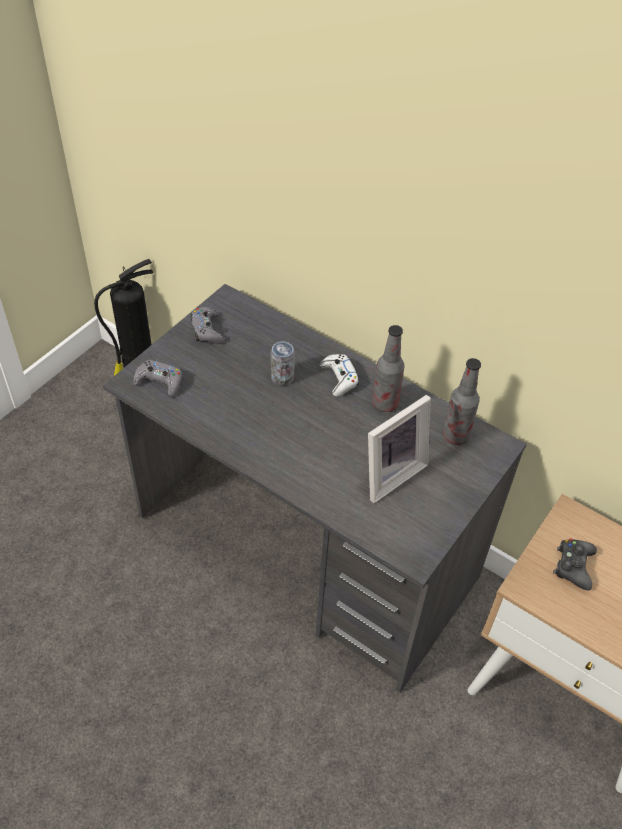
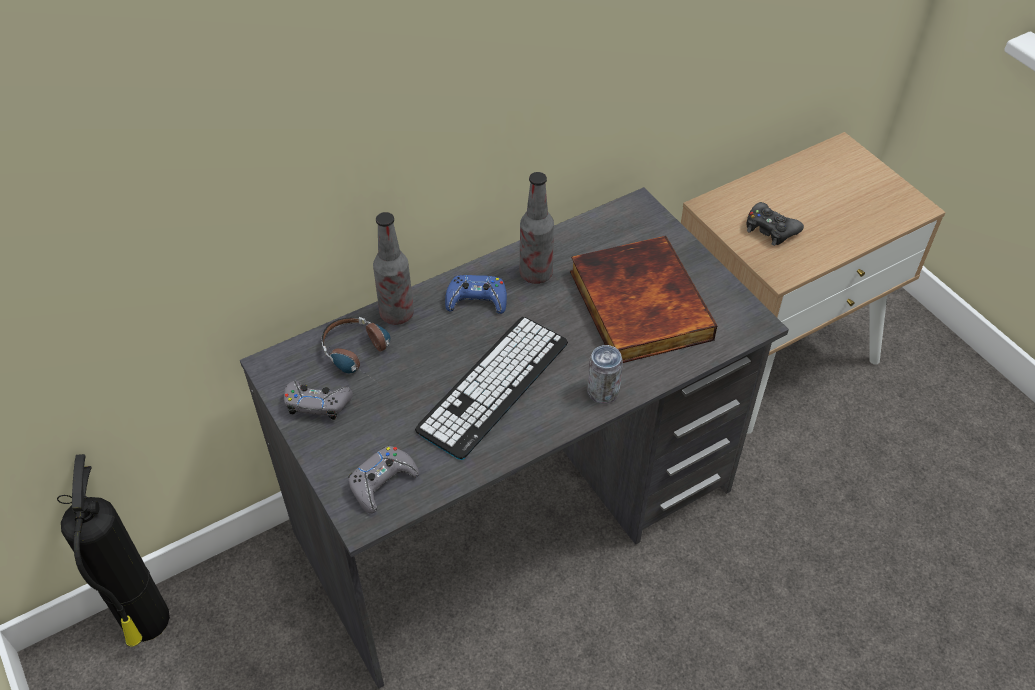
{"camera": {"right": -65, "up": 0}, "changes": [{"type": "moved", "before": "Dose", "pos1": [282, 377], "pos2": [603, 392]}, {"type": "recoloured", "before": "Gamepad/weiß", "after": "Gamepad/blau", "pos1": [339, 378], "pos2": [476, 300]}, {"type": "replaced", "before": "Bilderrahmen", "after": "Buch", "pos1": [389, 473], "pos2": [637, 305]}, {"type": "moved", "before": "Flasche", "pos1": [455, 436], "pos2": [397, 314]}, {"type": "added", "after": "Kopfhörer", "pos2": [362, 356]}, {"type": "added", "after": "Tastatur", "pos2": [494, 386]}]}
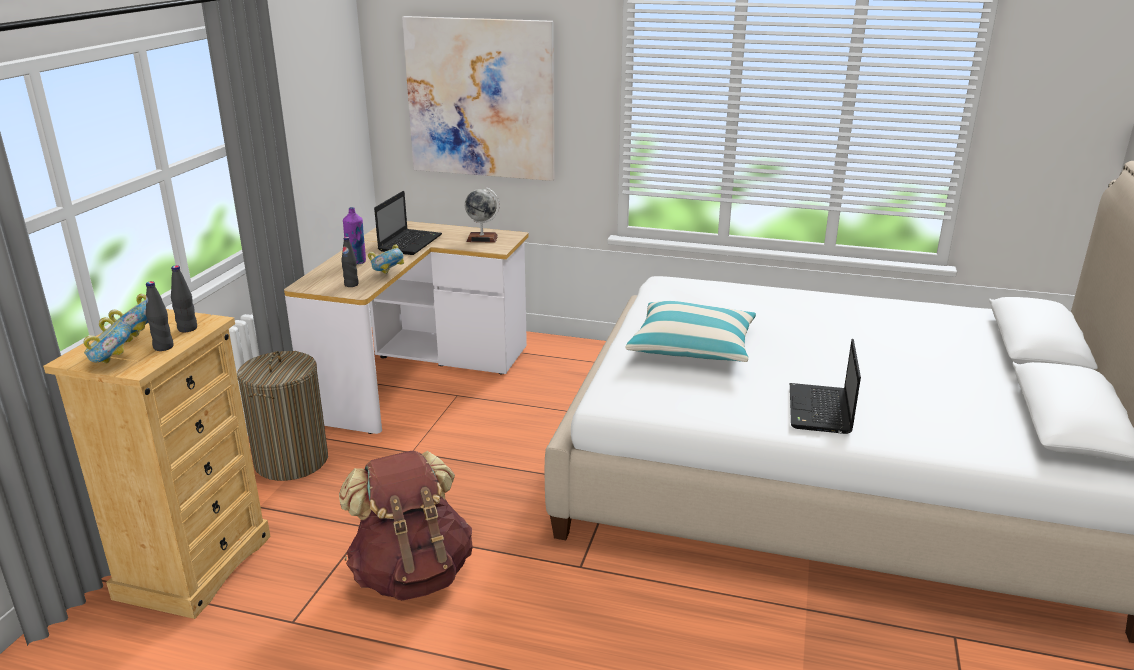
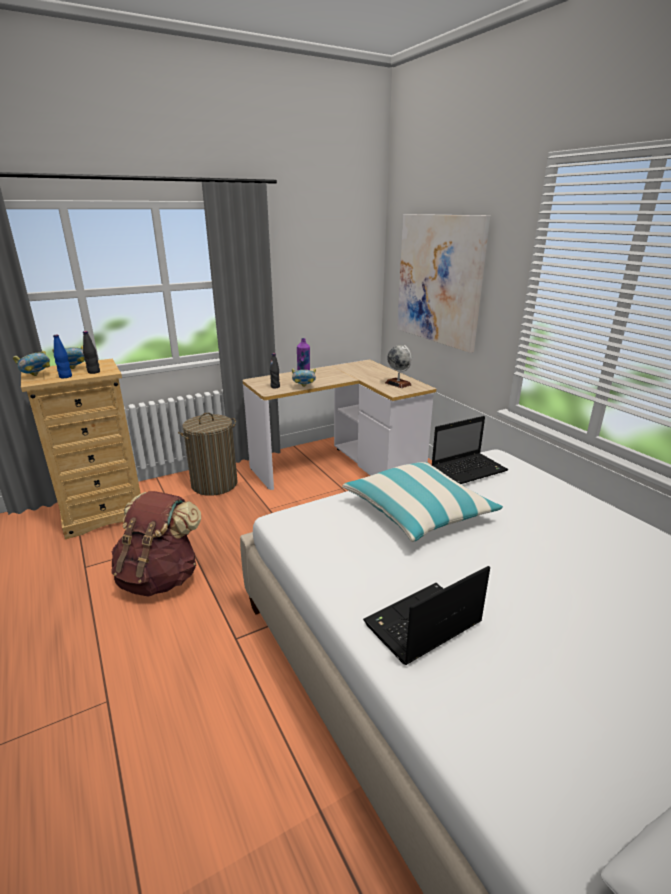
{"camera": {"right": 45, "up": 0}, "changes": [{"type": "recoloured", "before": "Flasche/schwarz", "after": "Flasche/blau", "pos1": [163, 347], "pos2": [65, 376]}, {"type": "moved", "before": "Laptop", "pos1": [410, 242], "pos2": [469, 469]}]}
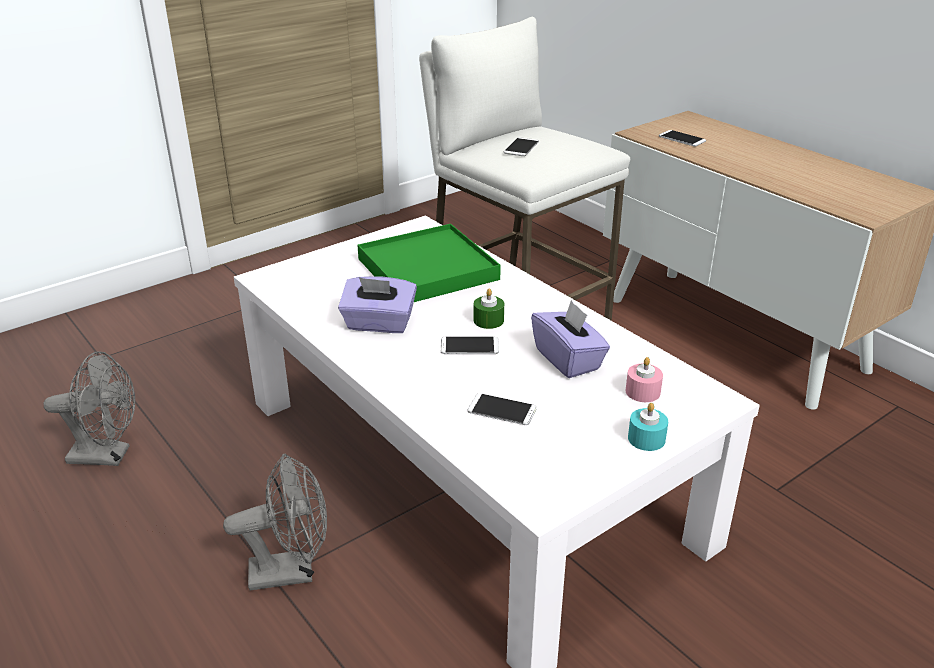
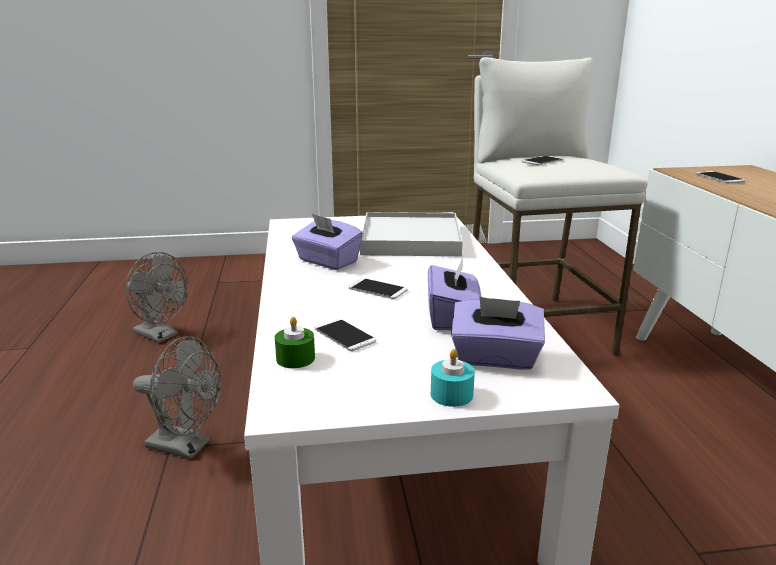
{"camera": {"right": 30, "up": -10}, "changes": [{"type": "recoloured", "before": "Tablett/grün", "after": "Tablett/weiß", "pos1": [427, 269], "pos2": [410, 239]}, {"type": "moved", "before": "Kerze/grün", "pos1": [488, 320], "pos2": [295, 358]}, {"type": "replaced", "before": "Kerze/rosa", "after": "Taschentuchbox/lila", "pos1": [642, 392], "pos2": [495, 358]}]}
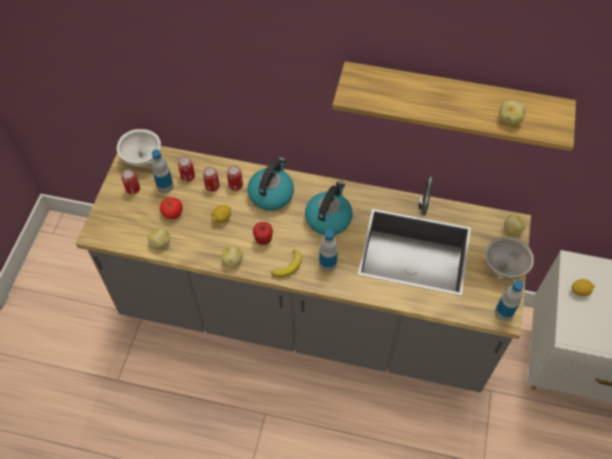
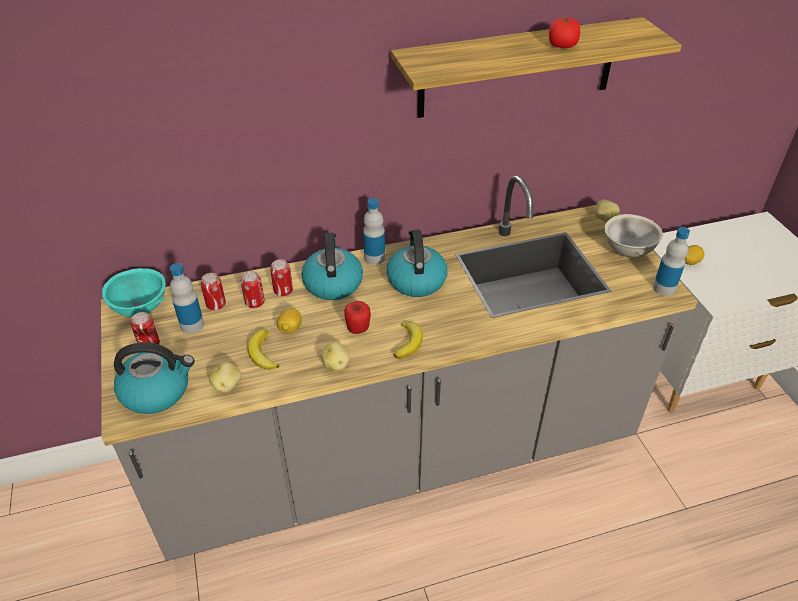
{"camera": {"right": -30, "up": -15}, "changes": [{"type": "recoloured", "before": "Schüssel/weiß", "after": "Schüssel/türkis", "pos1": [142, 157], "pos2": [141, 308]}, {"type": "moved", "before": "Tomate", "pos1": [172, 213], "pos2": [562, 46]}, {"type": "moved", "before": "Flasche", "pos1": [327, 264], "pos2": [374, 258]}, {"type": "removed", "before": "Kartoffel", "pos1": [509, 119]}, {"type": "added", "after": "Wasserkessel", "pos2": [157, 391]}, {"type": "added", "after": "Banane", "pos2": [262, 353]}]}
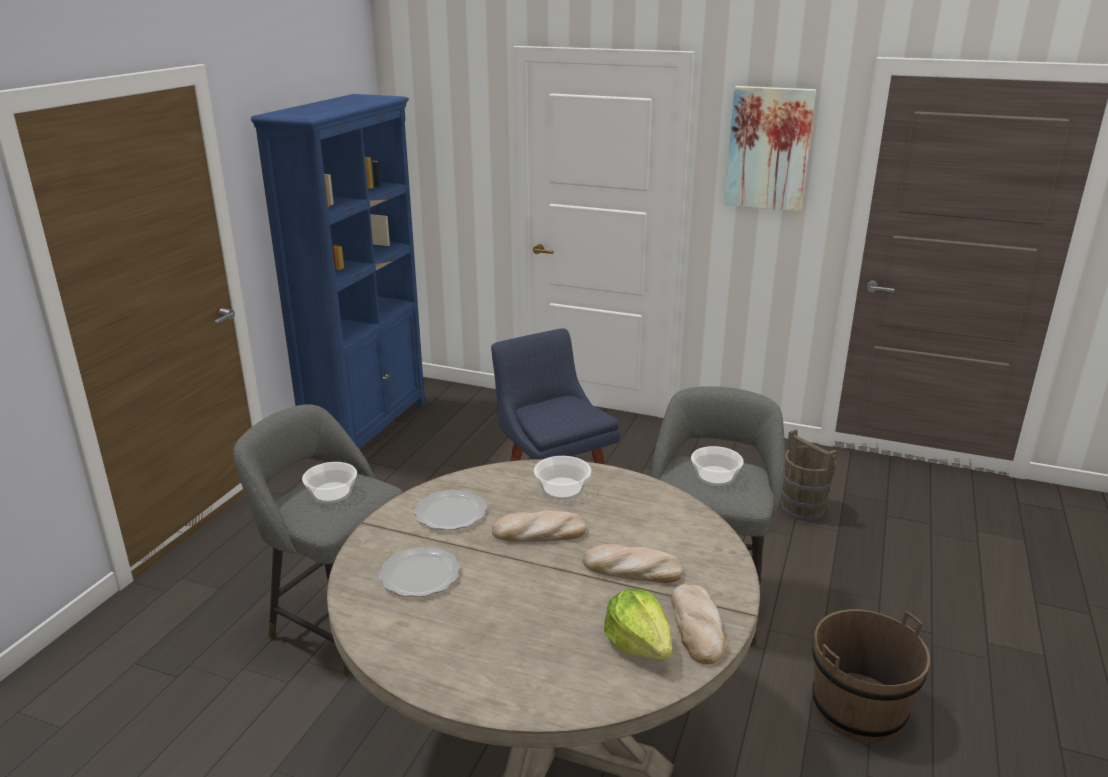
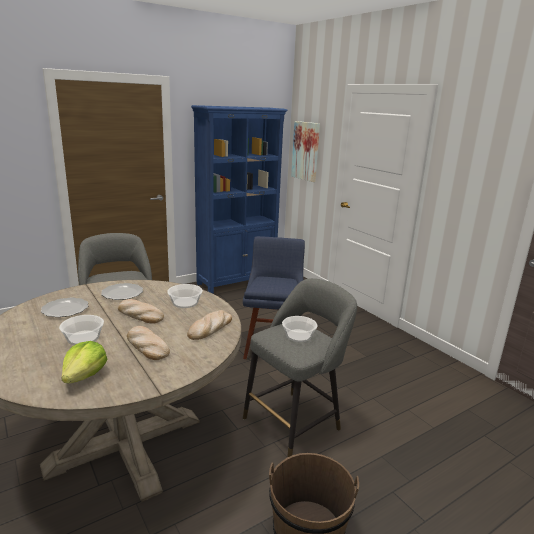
{"camera": {"right": 35, "up": -5}, "changes": [{"type": "moved", "before": "Schüssel", "pos1": [332, 493], "pos2": [83, 338]}, {"type": "moved", "before": "Brot", "pos1": [697, 627], "pos2": [210, 328]}, {"type": "moved", "before": "Bild", "pos1": [769, 148], "pos2": [306, 151]}, {"type": "removed", "before": "Eimer/braun", "pos1": [802, 508]}]}
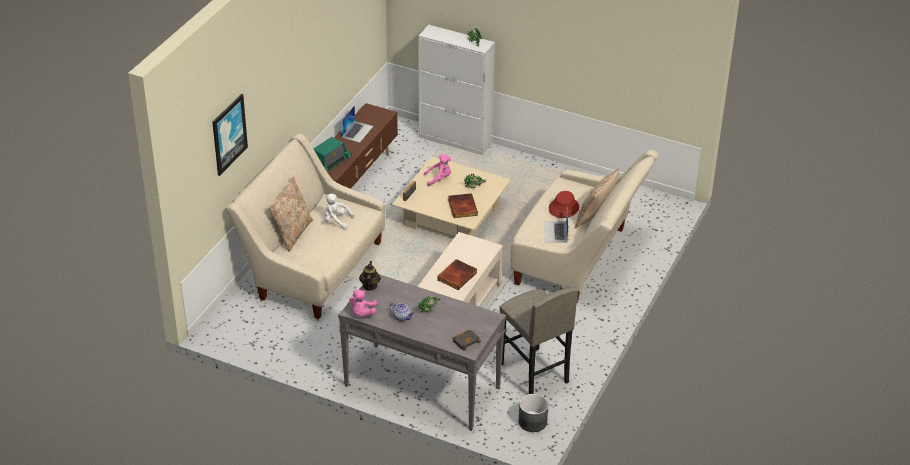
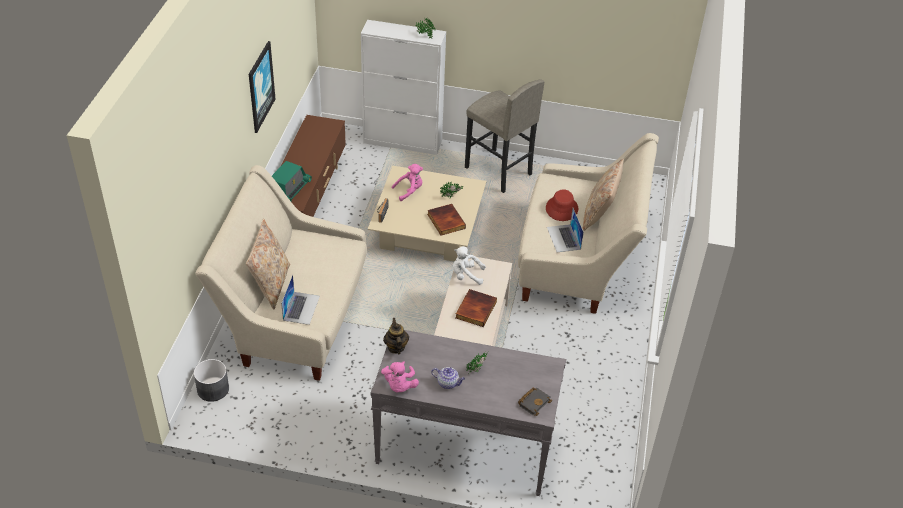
{"camera": {"right": -15, "up": 5}, "changes": [{"type": "moved", "before": "Bild", "pos1": [228, 134], "pos2": [260, 86]}, {"type": "moved", "before": "Plüschtier/weiß", "pos1": [336, 221], "pos2": [466, 275]}, {"type": "moved", "before": "Laptop", "pos1": [357, 131], "pos2": [301, 308]}, {"type": "moved", "before": "Hocker/grau", "pos1": [533, 373], "pos2": [498, 171]}, {"type": "moved", "before": "Pflanzkübel/grau", "pos1": [532, 421], "pos2": [213, 389]}]}
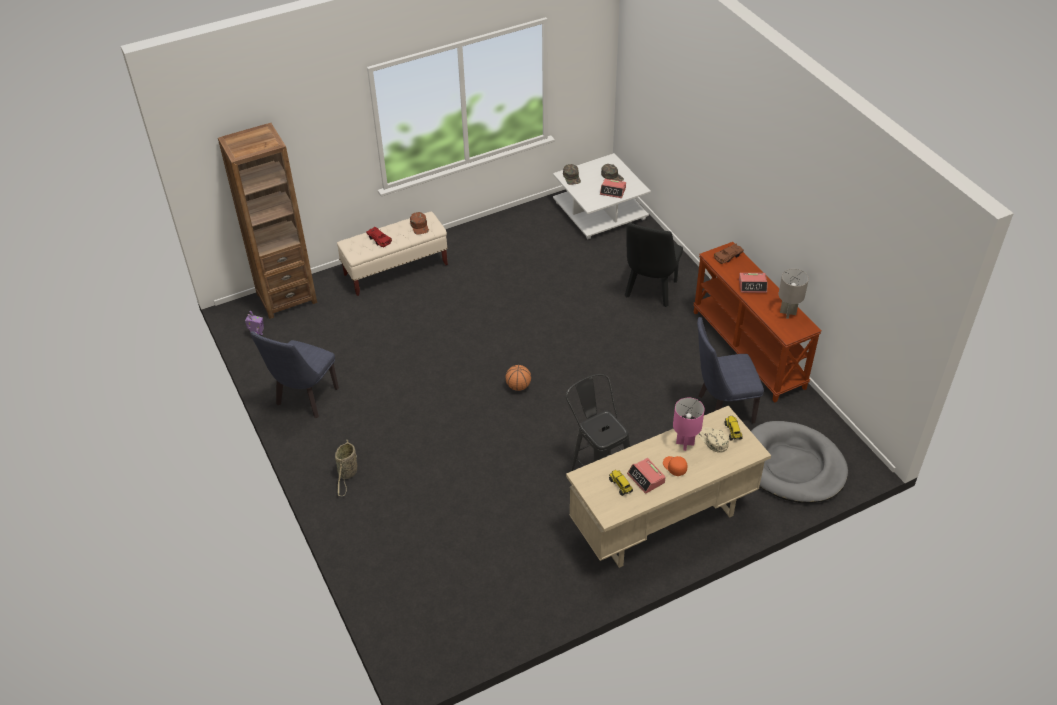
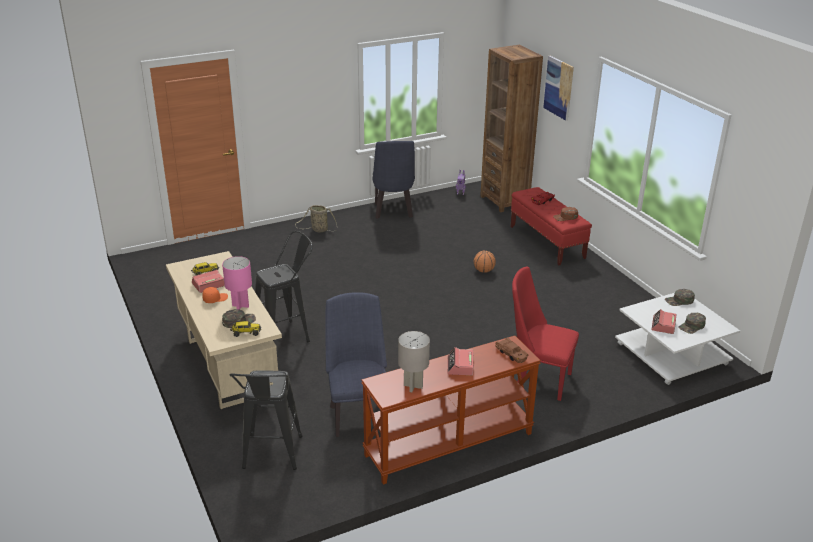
{"camera": {"right": 90, "up": -15}, "changes": [{"type": "turned", "before": "Stuhl/blau", "pos1": [305, 400], "pos2": [393, 212], "turn": -120}, {"type": "recoloured", "before": "Bank/beige", "after": "Bank/rot", "pos1": [396, 270], "pos2": [547, 242]}, {"type": "moved", "before": "Basketball", "pos1": [518, 386], "pos2": [483, 271]}, {"type": "recoloured", "before": "Stuhl/schwarz", "after": "Stuhl/rot", "pos1": [650, 292], "pos2": [538, 380]}, {"type": "recoloured", "before": "Kappe/beige", "after": "Kappe/grün", "pos1": [713, 440], "pos2": [239, 321]}, {"type": "replaced", "before": "Hundebett/grau", "after": "Hocker/schwarz", "pos1": [792, 466], "pos2": [271, 457]}, {"type": "added", "after": "Bild", "pos2": [559, 87]}]}
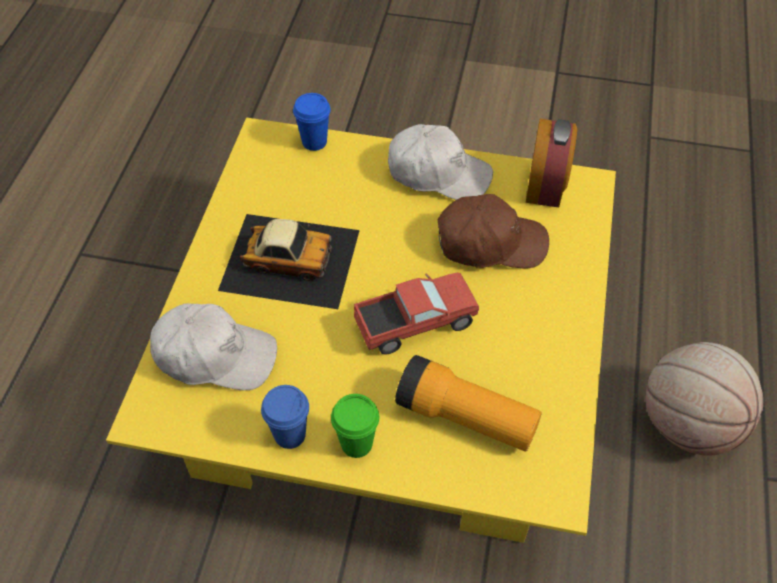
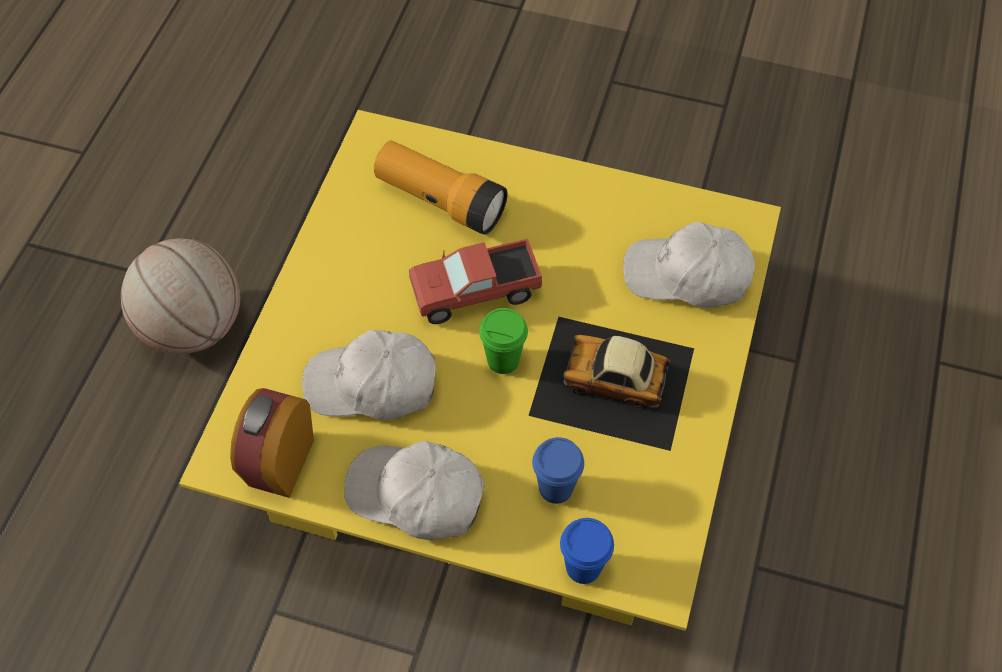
{"camera": {"right": -175, "up": 5}, "changes": [{"type": "moved", "before": "Tasse/blau", "pos1": [290, 434], "pos2": [555, 488]}, {"type": "moved", "before": "Tasse/grün", "pos1": [356, 443], "pos2": [503, 360]}, {"type": "recoloured", "before": "Kappe/braun", "after": "Kappe/weiß", "pos1": [490, 243], "pos2": [372, 385]}]}
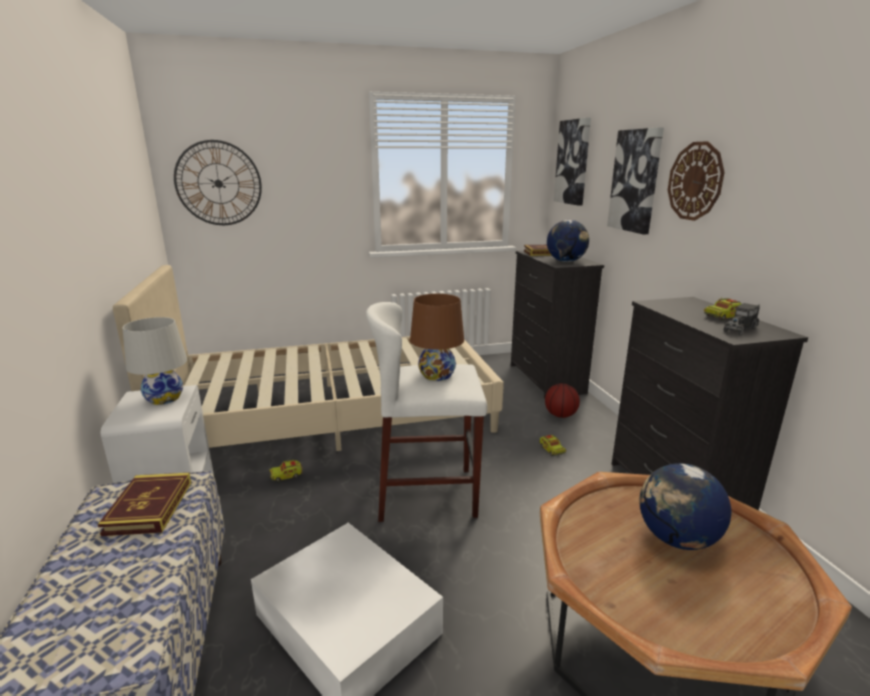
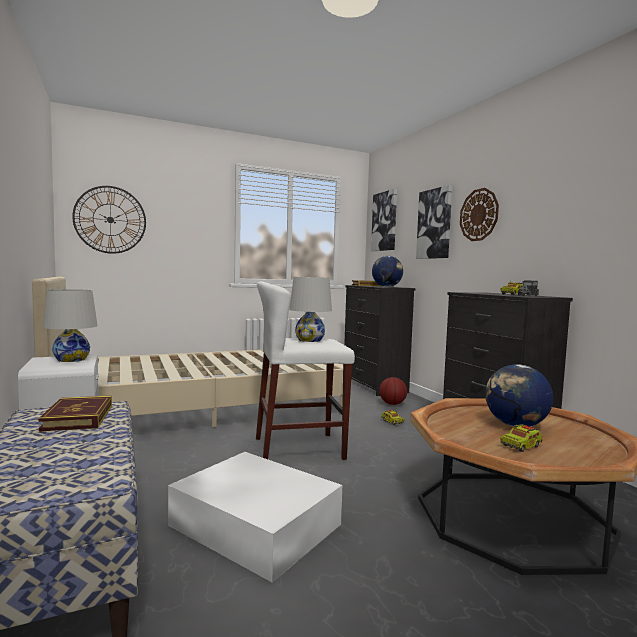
{"camera": {"right": -10, "up": -15}, "changes": [{"type": "moved", "before": "Spielzeuglaster", "pos1": [287, 475], "pos2": [521, 446]}, {"type": "recoloured", "before": "Tischlampe/braun", "after": "Tischlampe/weiß", "pos1": [436, 375], "pos2": [309, 340]}]}
